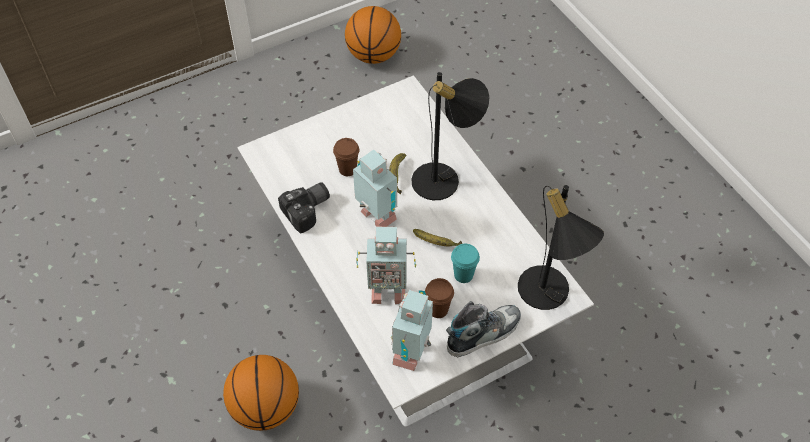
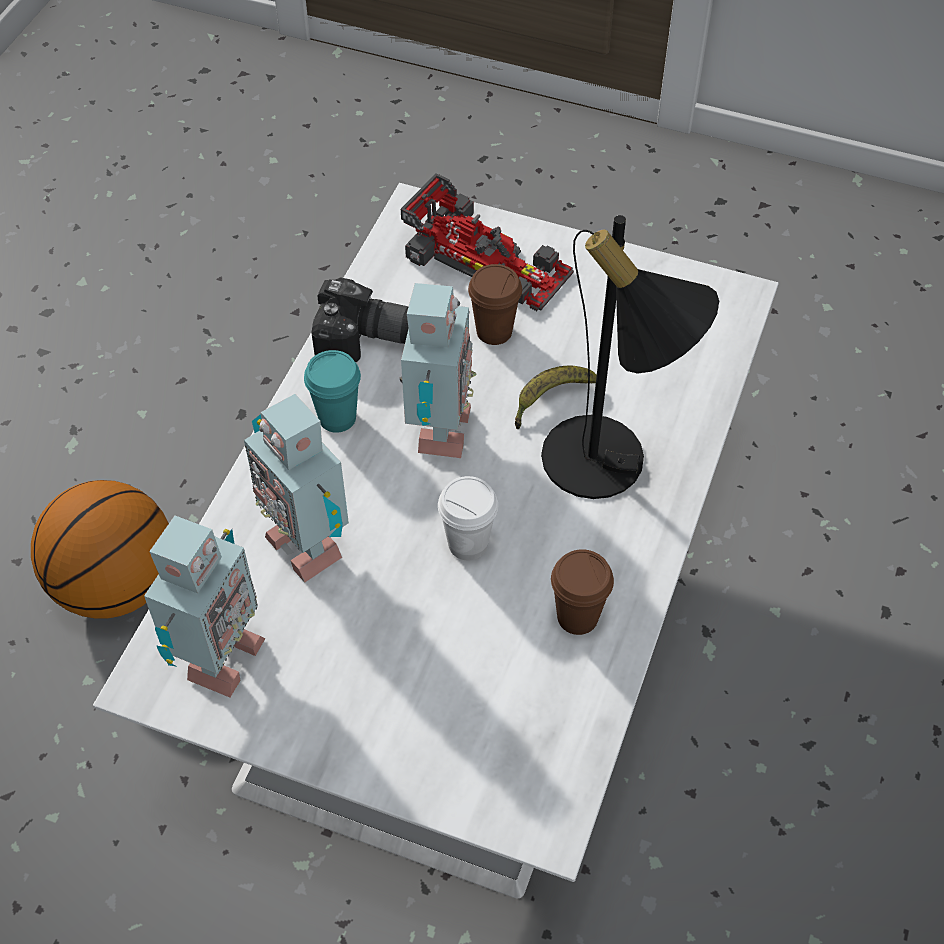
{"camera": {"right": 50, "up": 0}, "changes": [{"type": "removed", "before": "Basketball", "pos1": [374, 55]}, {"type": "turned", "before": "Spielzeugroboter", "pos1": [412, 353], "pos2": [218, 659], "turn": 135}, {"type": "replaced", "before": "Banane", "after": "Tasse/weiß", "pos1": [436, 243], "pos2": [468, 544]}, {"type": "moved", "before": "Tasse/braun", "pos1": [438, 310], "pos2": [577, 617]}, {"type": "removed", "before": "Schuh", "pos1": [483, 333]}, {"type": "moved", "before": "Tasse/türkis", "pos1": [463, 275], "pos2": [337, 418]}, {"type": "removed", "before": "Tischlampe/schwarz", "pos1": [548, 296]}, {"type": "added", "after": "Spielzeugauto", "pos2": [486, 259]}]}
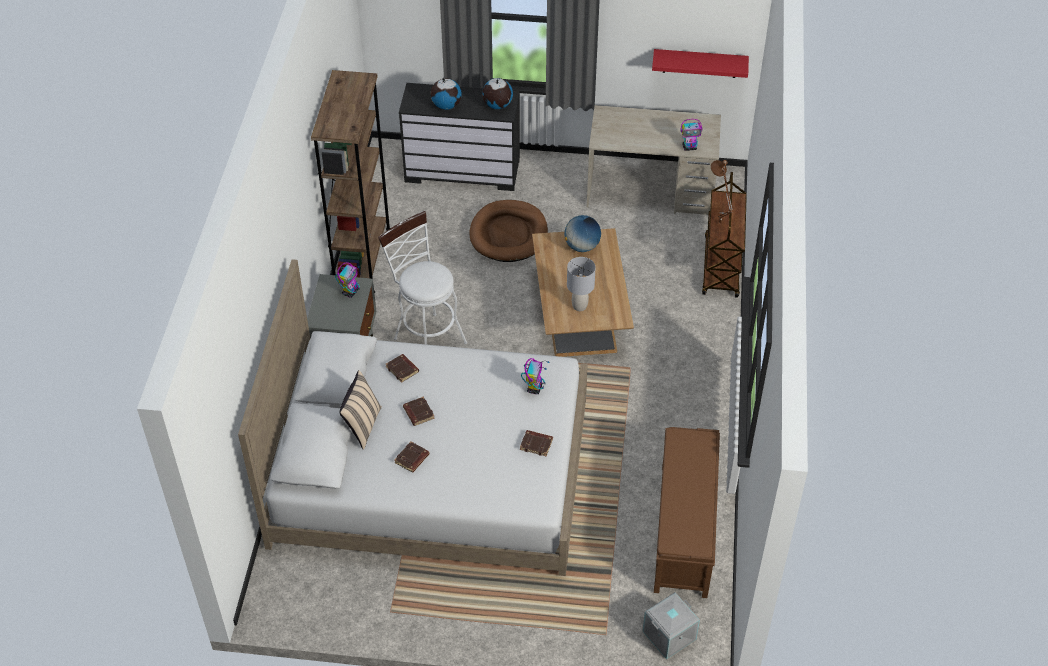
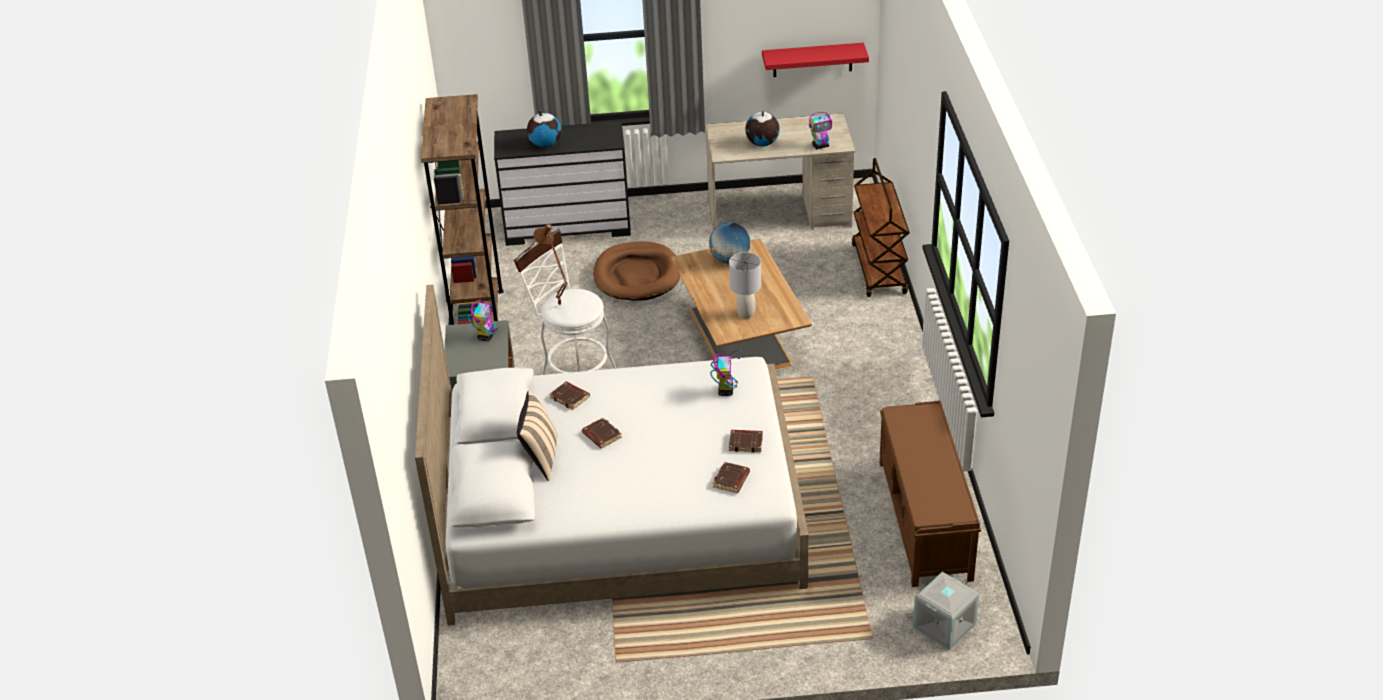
{"camera": {"right": -10, "up": -10}, "changes": [{"type": "moved", "before": "Buch/braun", "pos1": [412, 459], "pos2": [731, 480]}, {"type": "moved", "before": "Globus", "pos1": [497, 105], "pos2": [762, 143]}, {"type": "moved", "before": "Tischlampe/braun", "pos1": [718, 223], "pos2": [558, 306]}]}
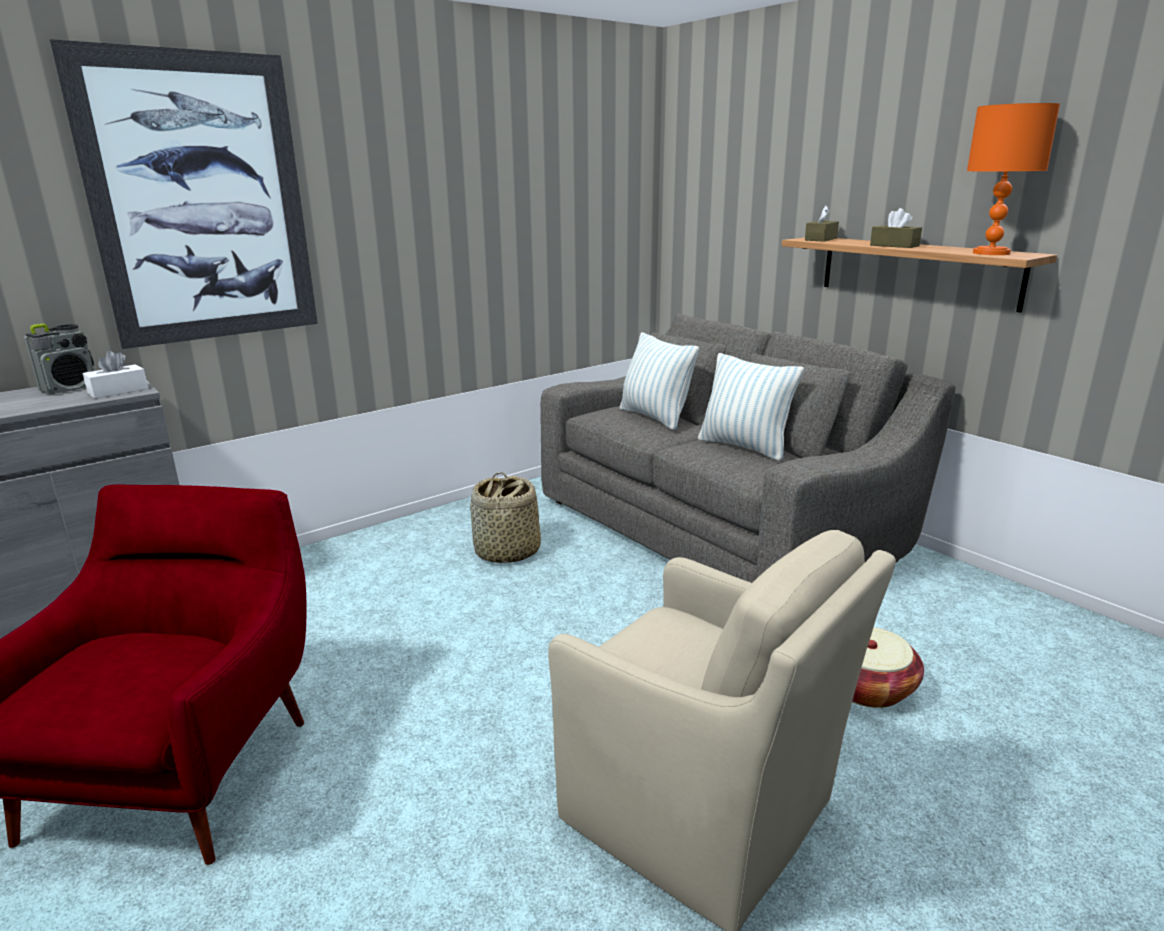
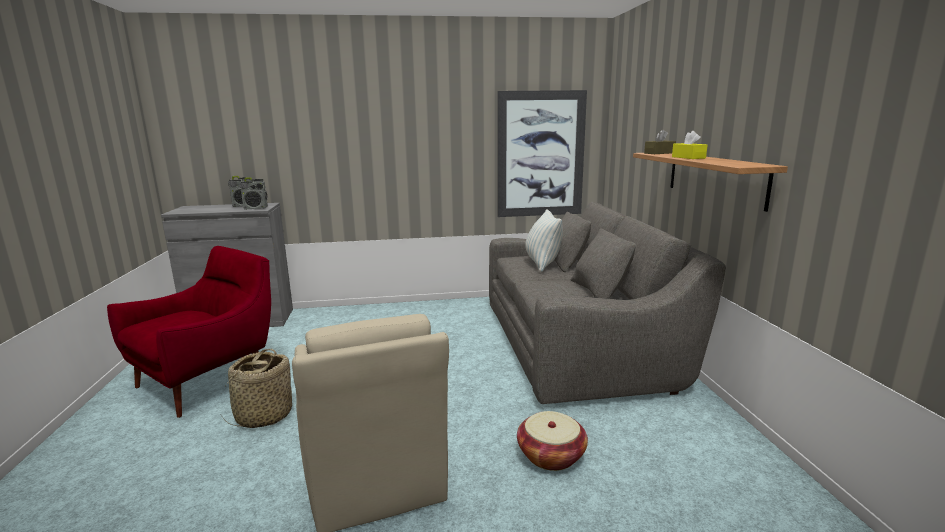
{"camera": {"right": 30, "up": -5}, "changes": [{"type": "moved", "before": "Bild", "pos1": [201, 201], "pos2": [540, 155]}, {"type": "replaced", "before": "Taschentuchbox/weiß", "after": "Radio", "pos1": [118, 391], "pos2": [256, 208]}, {"type": "moved", "before": "Korb", "pos1": [506, 552], "pos2": [263, 415]}, {"type": "removed", "before": "Kissen", "pos1": [745, 447]}, {"type": "recoloured", "before": "Taschentuchbox/braun", "after": "Taschentuchbox/gelb", "pos1": [894, 245], "pos2": [688, 157]}, {"type": "removed", "before": "Tischlampe/orange", "pos1": [991, 253]}]}
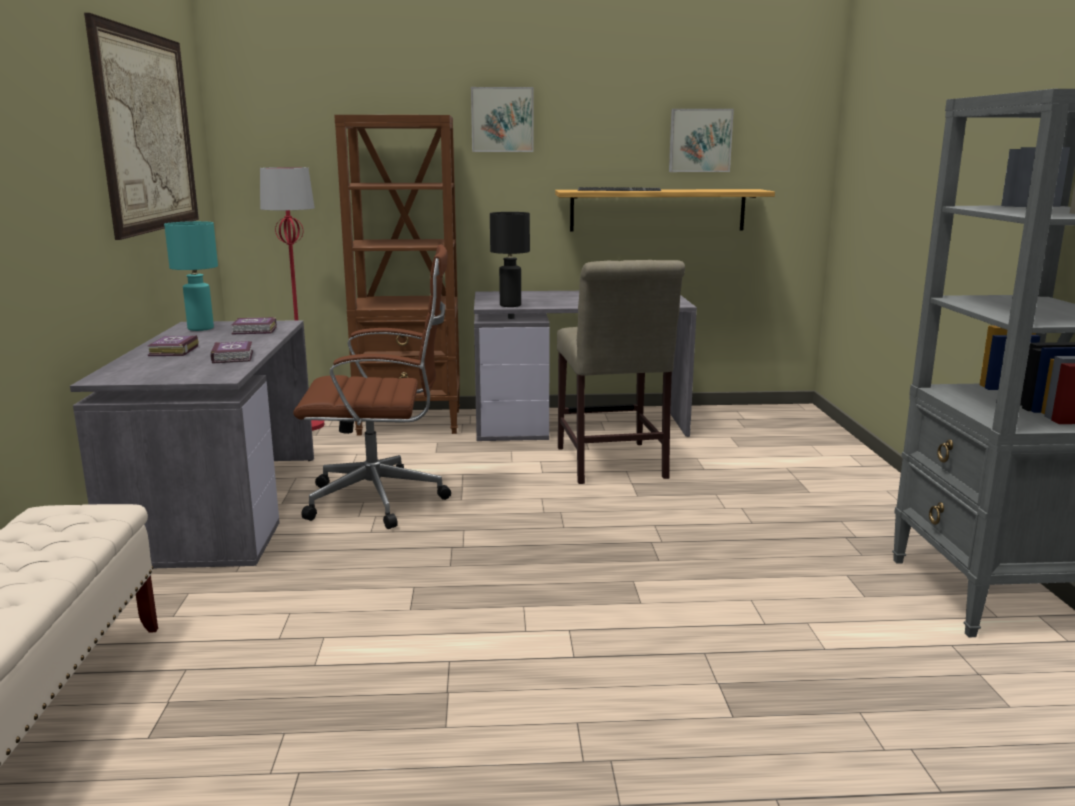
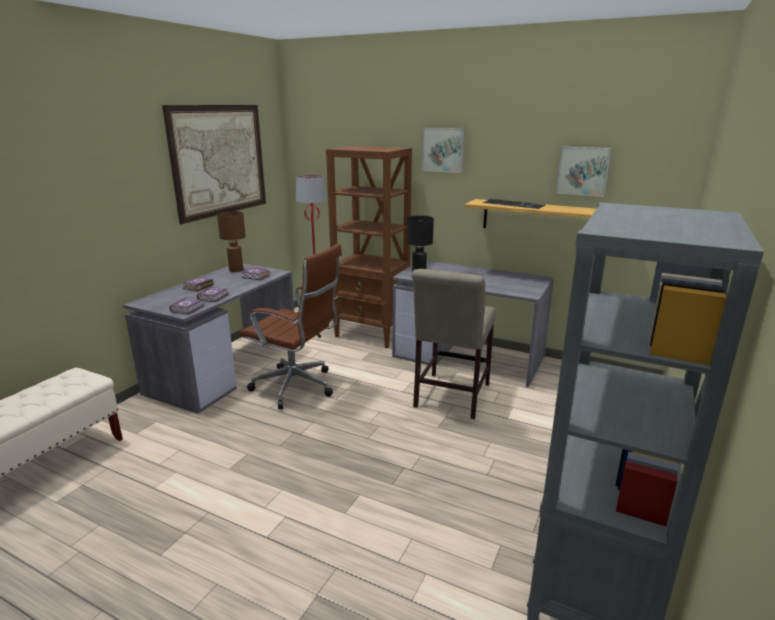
{"camera": {"right": 30, "up": 5}, "changes": [{"type": "recoloured", "before": "Tischlampe/türkis", "after": "Tischlampe/braun", "pos1": [200, 328], "pos2": [235, 270]}, {"type": "added", "after": "Buch", "pos2": [188, 308]}]}
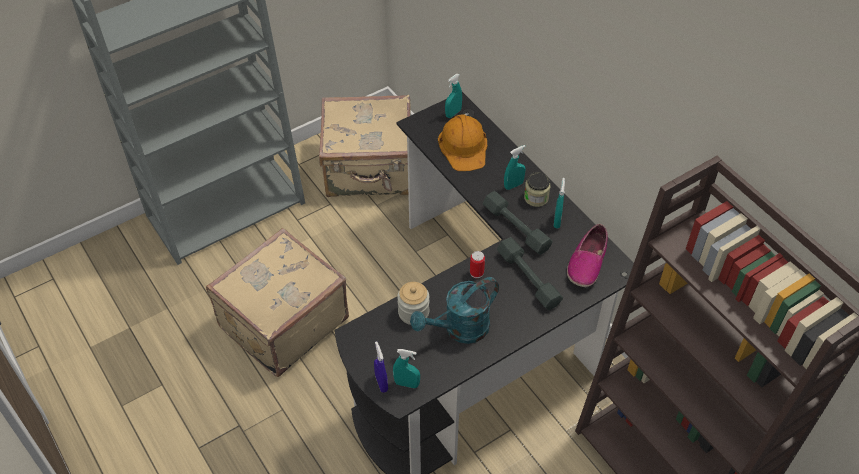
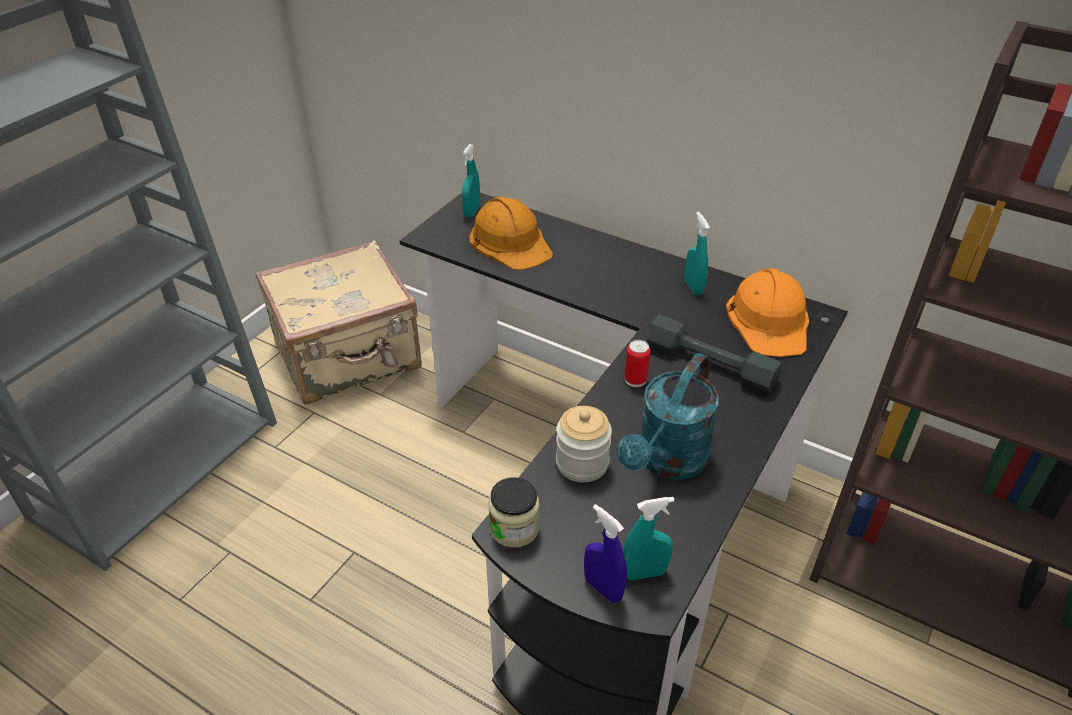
{"camera": {"right": -25, "up": -10}, "changes": [{"type": "removed", "before": "Koffer/beige", "pos1": [281, 322]}, {"type": "removed", "before": "Hantel/grau", "pos1": [516, 228]}, {"type": "removed", "before": "Sprühflasche/türkis", "pos1": [513, 185]}, {"type": "moved", "before": "Vorratsglas", "pos1": [536, 198], "pos2": [514, 528]}, {"type": "replaced", "before": "Schuh", "after": "Schutzhelm/orange", "pos1": [587, 262], "pos2": [769, 320]}]}
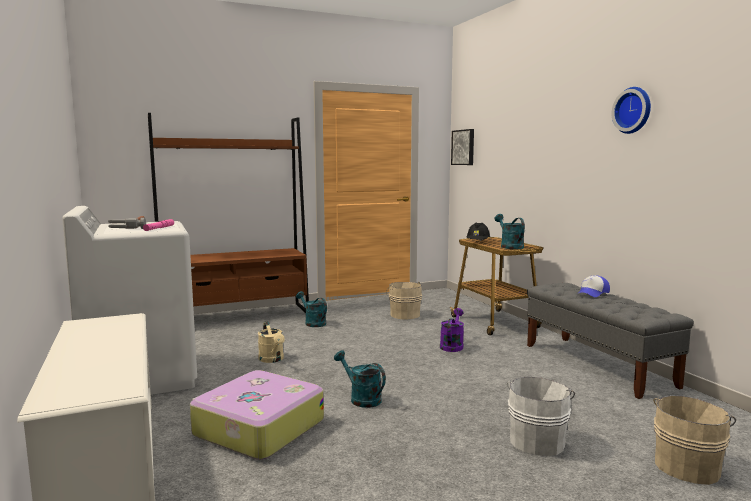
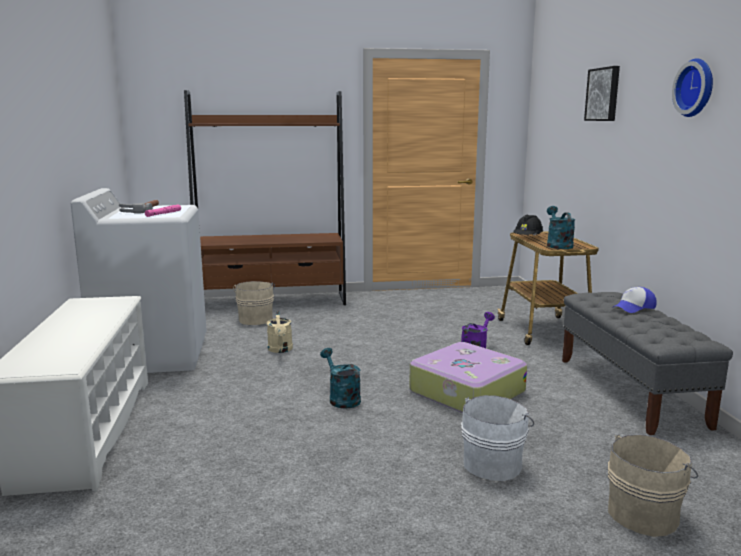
{"camera": {"right": 15, "up": 5}, "changes": [{"type": "moved", "before": "Koffer", "pos1": [257, 428], "pos2": [465, 392]}, {"type": "removed", "before": "Gießkanne/türkis", "pos1": [313, 323]}, {"type": "moved", "before": "Eimer/beige", "pos1": [404, 314], "pos2": [255, 319]}, {"type": "moved", "before": "Bild", "pos1": [463, 147], "pos2": [604, 94]}]}
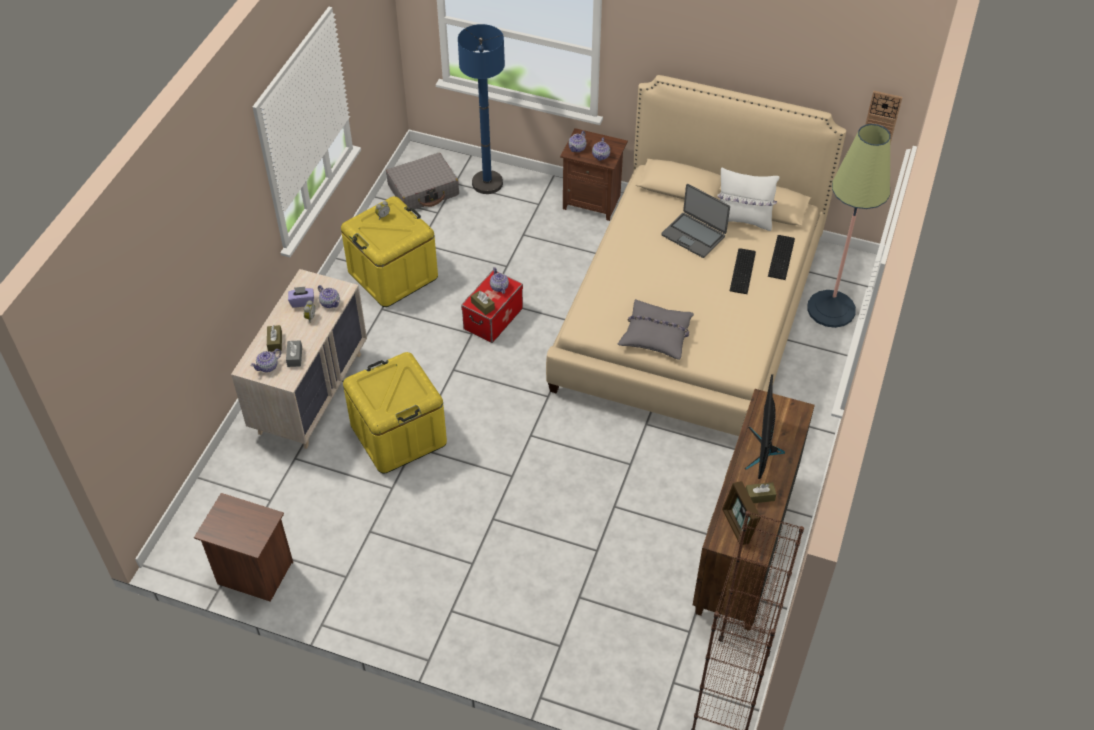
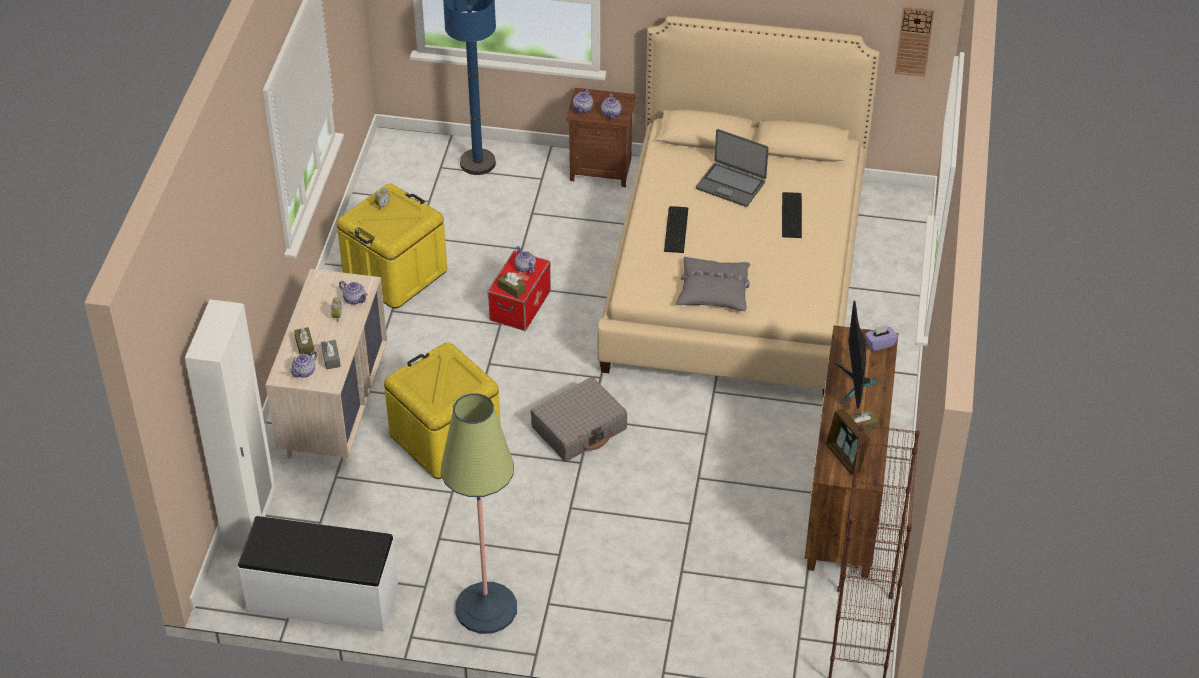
{"camera": {"right": -10, "up": -5}, "changes": [{"type": "replaced", "before": "Nachttisch/braun", "after": "Bank/weiß", "pos1": [254, 574], "pos2": [322, 598]}, {"type": "moved", "before": "Taschentuchbox/lila", "pos1": [302, 302], "pos2": [879, 344]}, {"type": "moved", "before": "Koffer/grau", "pos1": [423, 190], "pos2": [579, 428]}, {"type": "removed", "before": "Kissen/weiß", "pos1": [743, 220]}, {"type": "moved", "before": "Tastatur", "pos1": [782, 257], "pos2": [677, 229]}, {"type": "moved", "before": "Stehlampe", "pos1": [831, 309], "pos2": [486, 608]}, {"type": "added", "after": "Kleiderschrank/weiß", "pos2": [250, 519]}]}
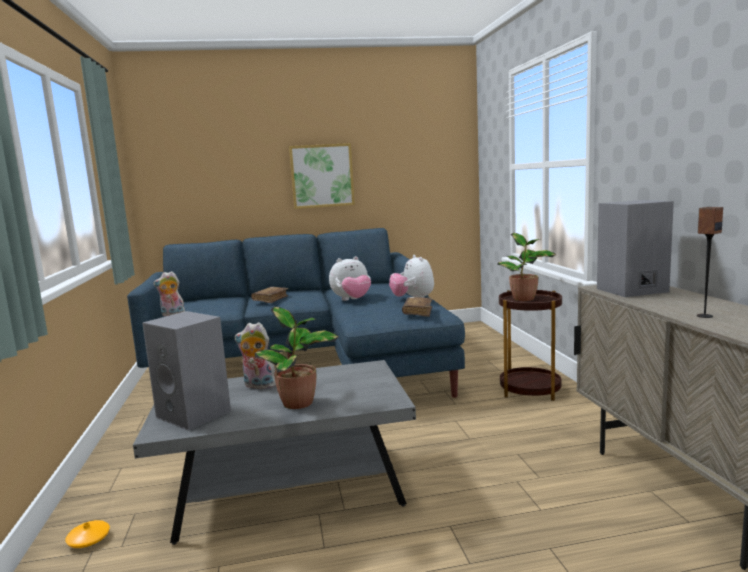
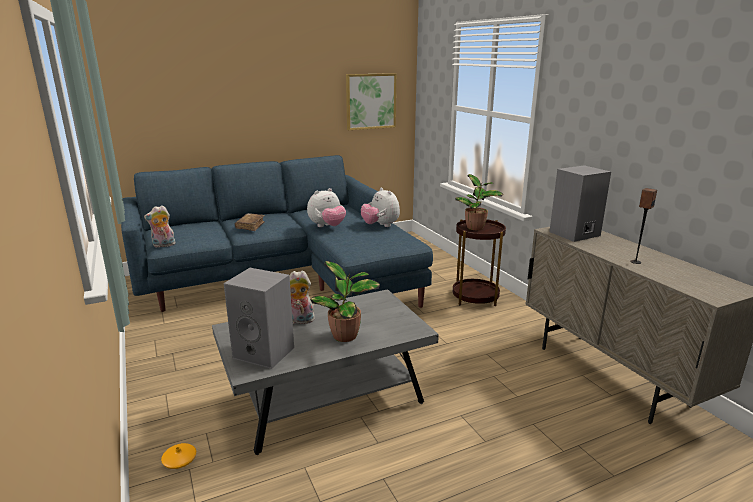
{"camera": {"right": -15, "up": 10}, "changes": [{"type": "moved", "before": "Bild", "pos1": [322, 176], "pos2": [370, 101]}, {"type": "removed", "before": "Buch/braun", "pos1": [418, 312]}]}
